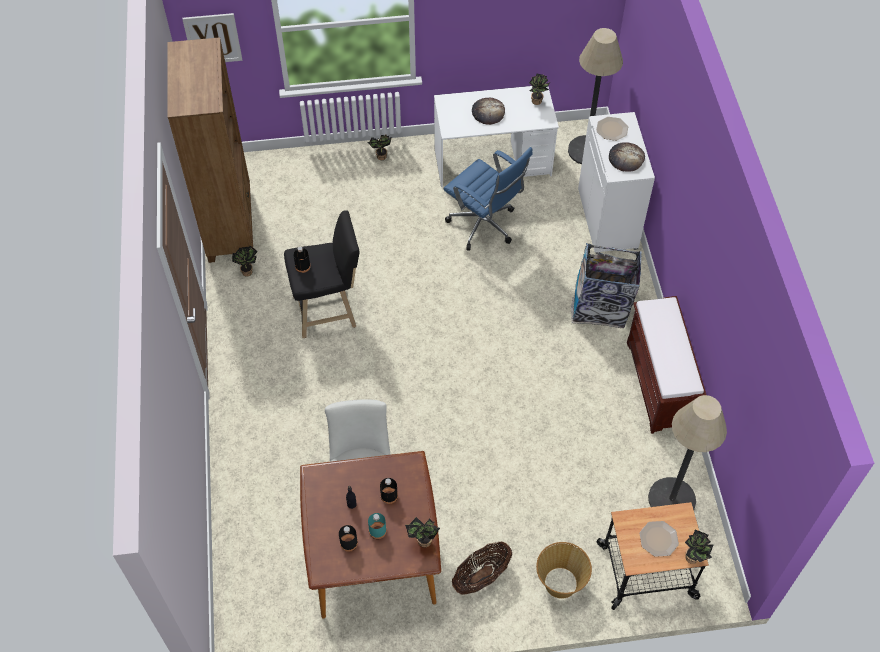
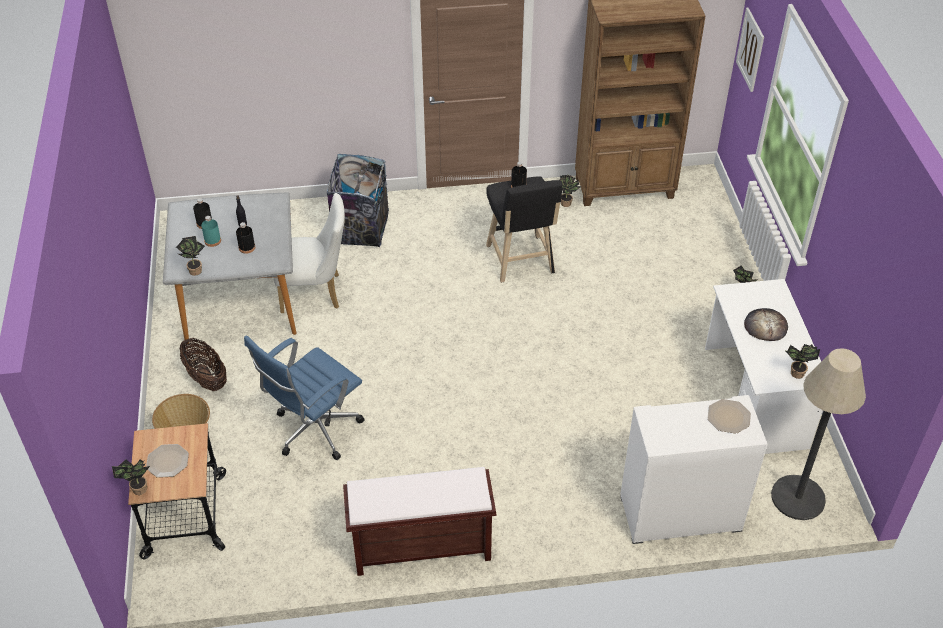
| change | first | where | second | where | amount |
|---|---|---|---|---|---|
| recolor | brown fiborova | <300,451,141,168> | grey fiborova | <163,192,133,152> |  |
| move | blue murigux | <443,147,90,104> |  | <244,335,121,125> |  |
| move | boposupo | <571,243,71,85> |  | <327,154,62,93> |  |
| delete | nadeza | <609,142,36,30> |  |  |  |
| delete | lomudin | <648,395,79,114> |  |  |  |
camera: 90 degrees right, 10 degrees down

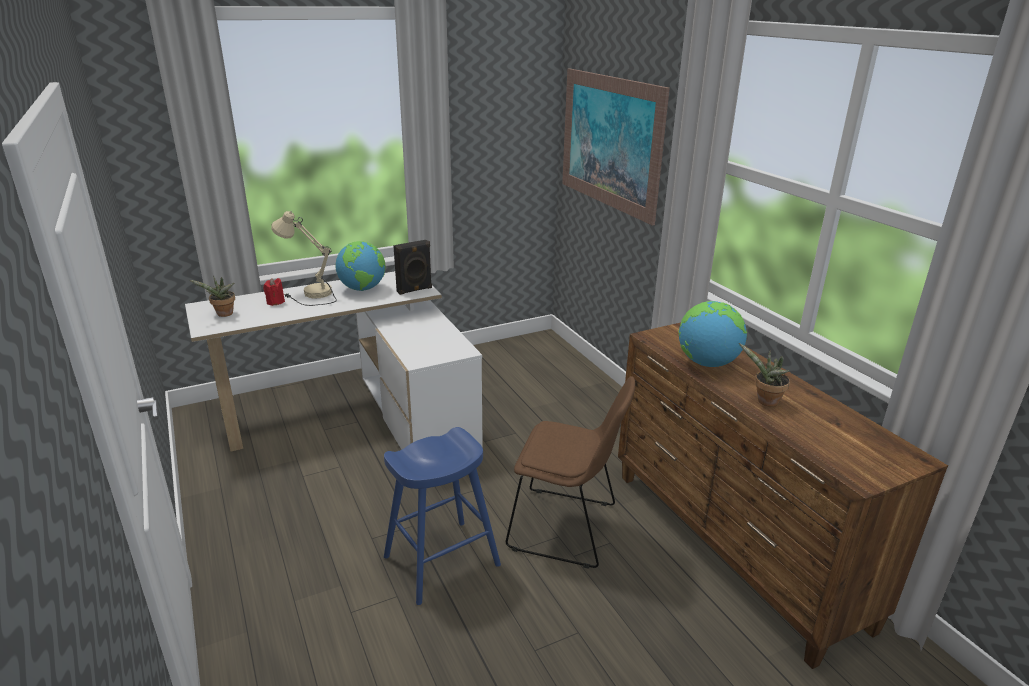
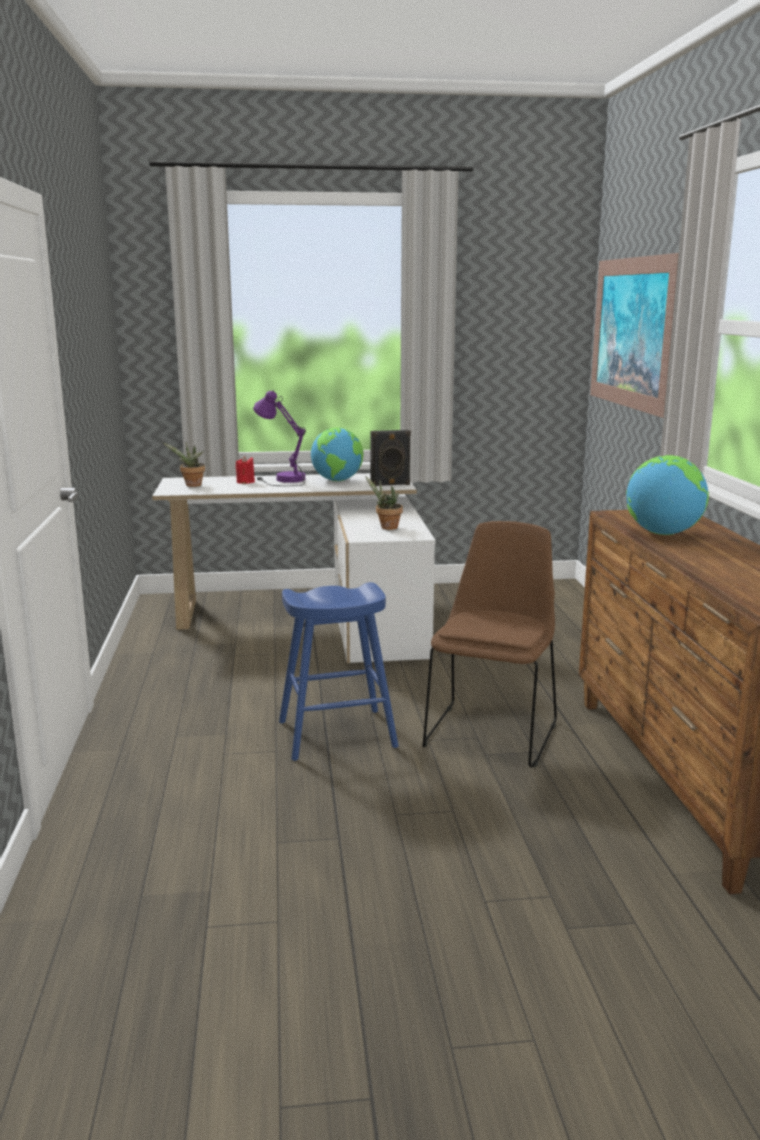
| change | first | where | second | where | amount |
|---|---|---|---|---|---|
| recolor | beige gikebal | <271,211,66,95> | purple gikebal | <253,390,53,96> |  |
| rotate | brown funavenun | <506,376,129,193> |  | <422,521,135,247> | 105 degrees counterclockwise |
| move | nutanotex | <739,343,51,64> |  | <365,476,38,54> |  |
camera: 20 degrees right, 10 degrees down

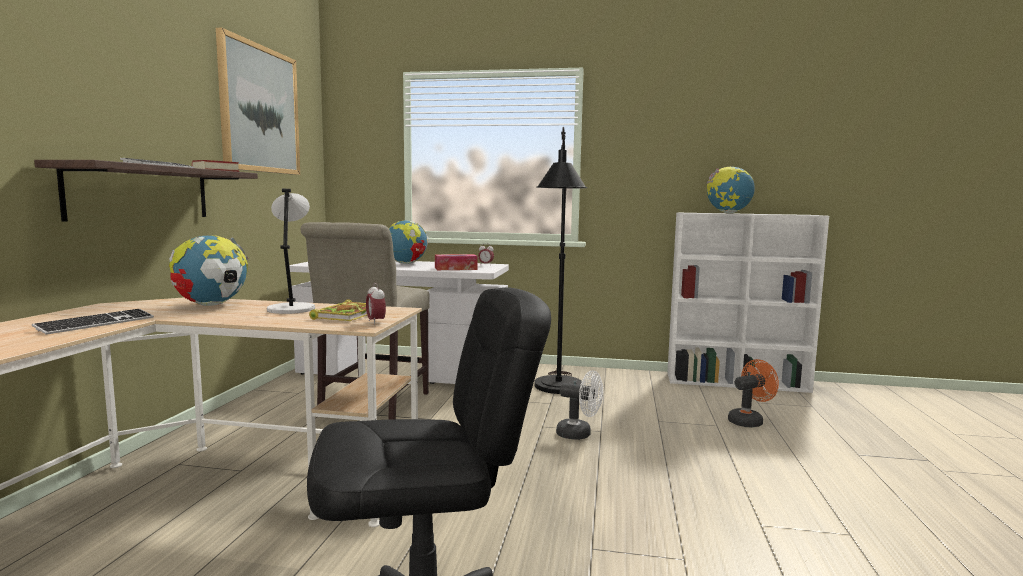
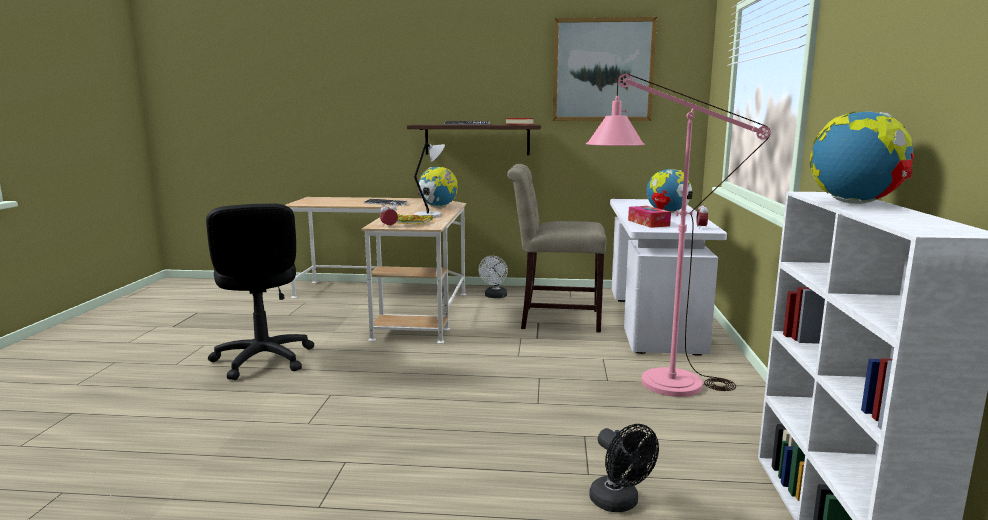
| change | first | where | second | where | amount |
|---|---|---|---|---|---|
| recolor | black lomudin | <535,127,52,267> | pink lomudin | <586,73,185,324> |  |
| move | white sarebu | <556,371,47,69> |  | <478,256,30,42> |  |
| recolor | orange sarebu | <728,359,51,68> | black sarebu | <589,424,70,88> |  |
camera: 85 degrees right, 5 degrees up

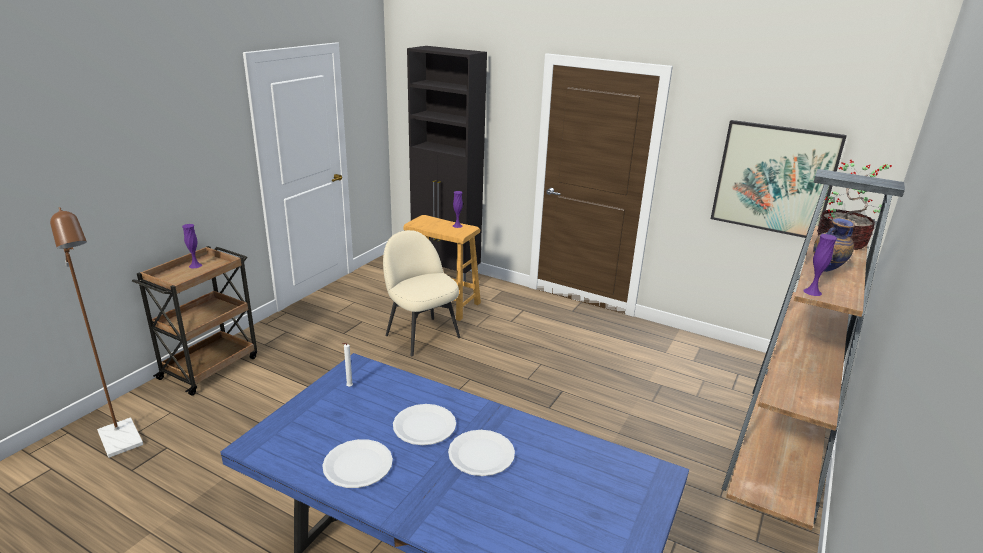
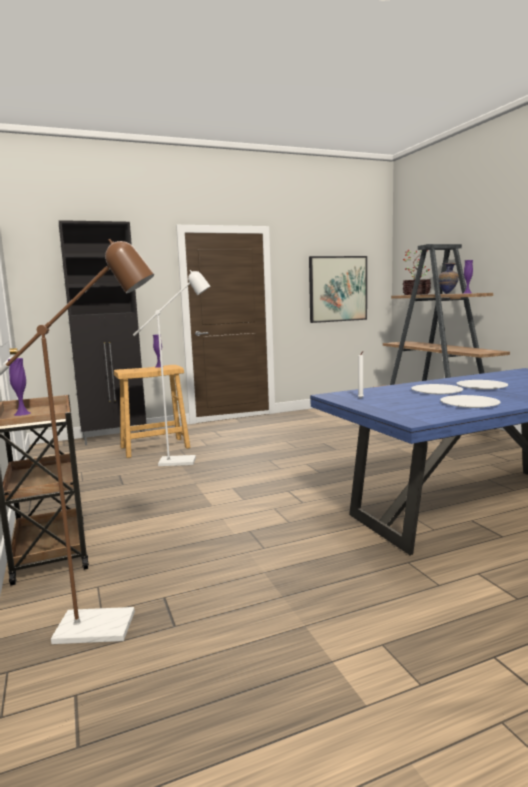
| change | first | where | second | where | amount |
|---|---|---|---|---|---|
| replace | beige funavenun | <383,230,77,126> | white lomudin | <133,270,77,196> |  |
camera: 50 degrees left, 15 degrees down

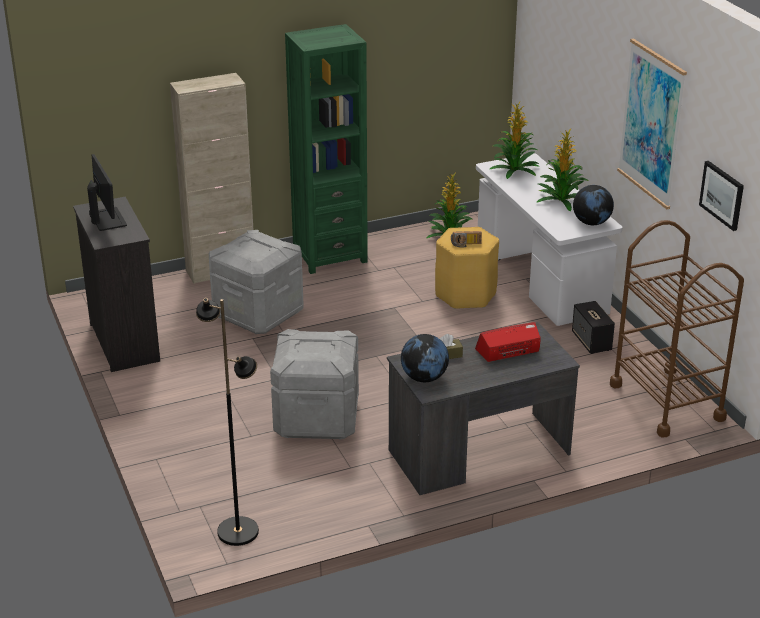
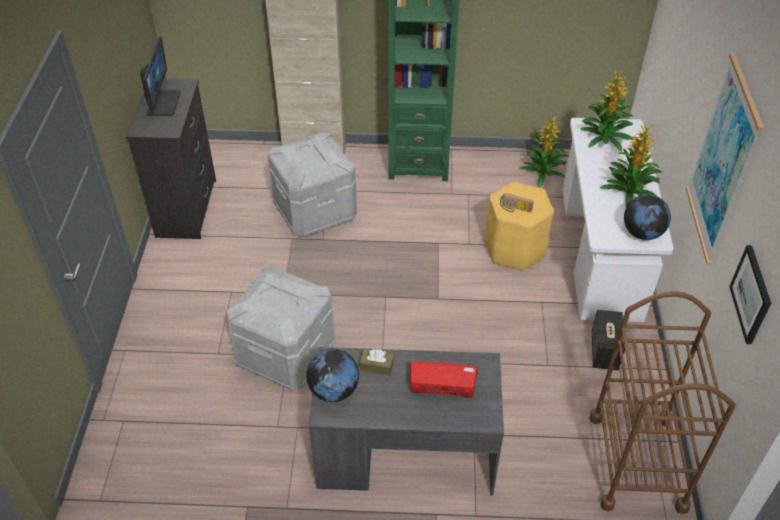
| change | first | where | second | where | amount |
|---|---|---|---|---|---|
| delete | black lomudin | <196,298,63,248> |  |  |  |
camera: 25 degrees right, 15 degrees up

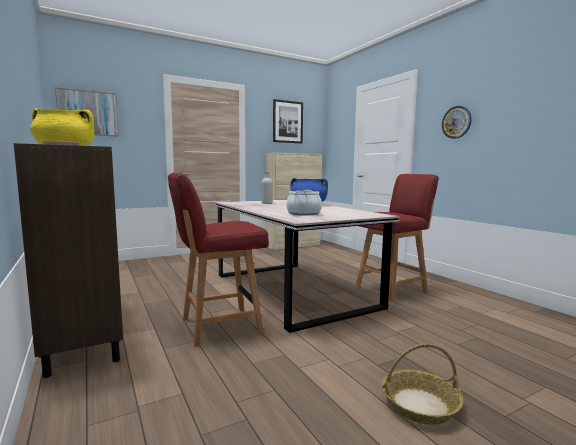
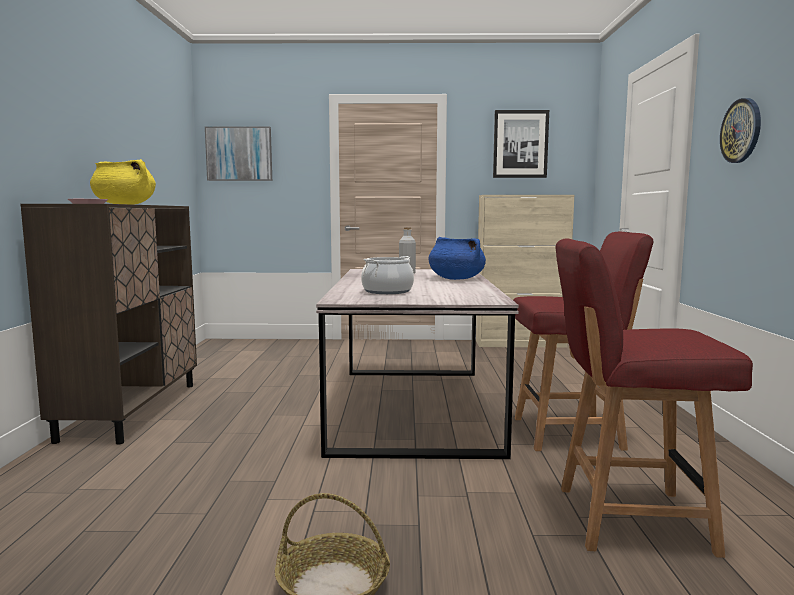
| change | first | where | second | where | amount |
|---|---|---|---|---|---|
| move | red funavenun | <168,173,101,174> |  | <555,238,198,320> |  |
camera: 30 degrees right, 0 degrees up

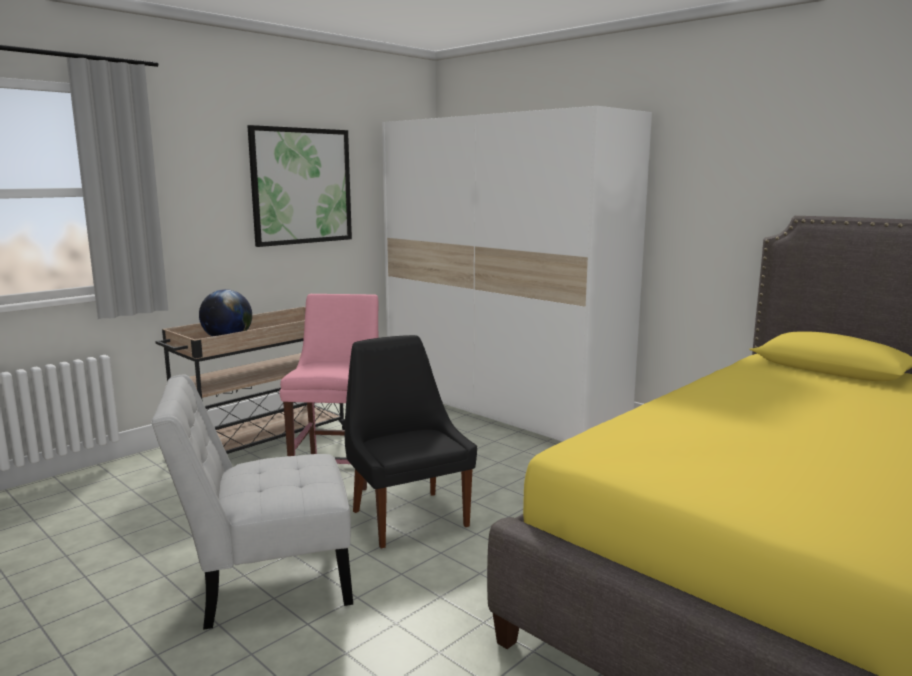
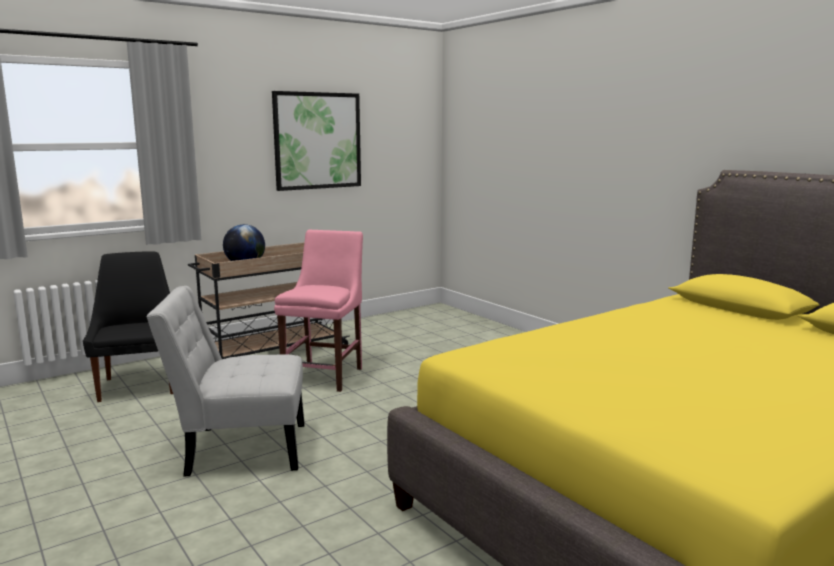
| change | first | where | second | where | amount |
|---|---|---|---|---|---|
| move | black funavenun | <345,335,132,214> |  | <83,252,90,150> |  |
| delete | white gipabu | <382,106,270,336> |  |  |  |
camera: 10 degrees right, 0 degrees up

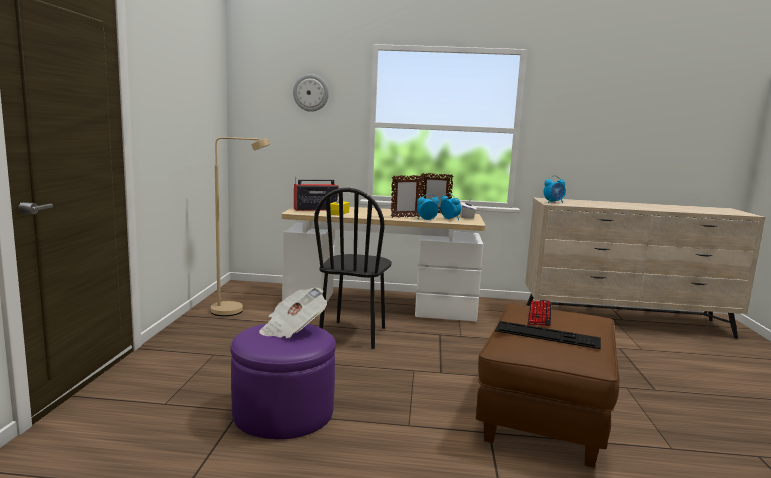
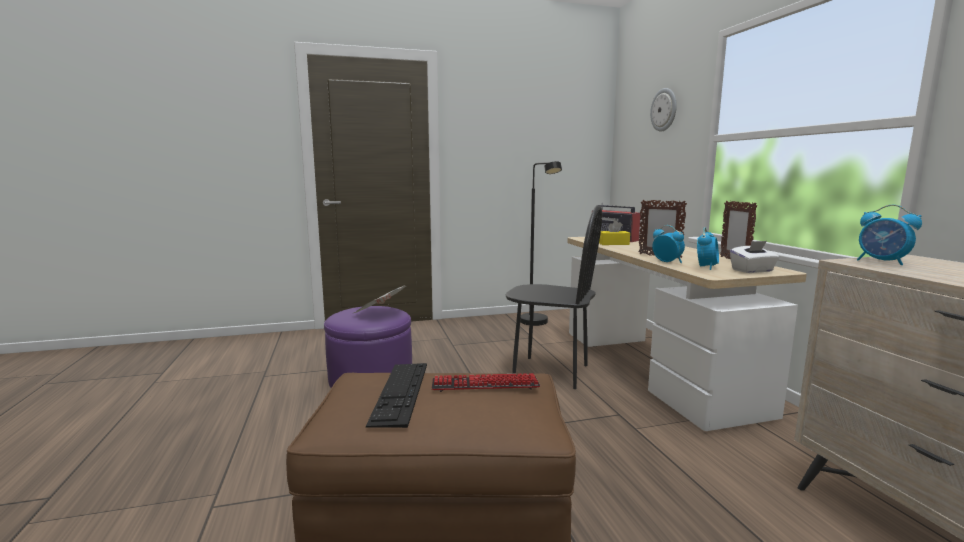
| change | first | where | second | where | amount |
|---|---|---|---|---|---|
| recolor | beige lomudin | <211,137,59,179> | black lomudin | <520,161,42,165> |  |
| rotate | black funavenun | <314,188,78,161> |  | <505,205,97,184> | 150 degrees counterclockwise |
camera: 70 degrees right, 0 degrees up

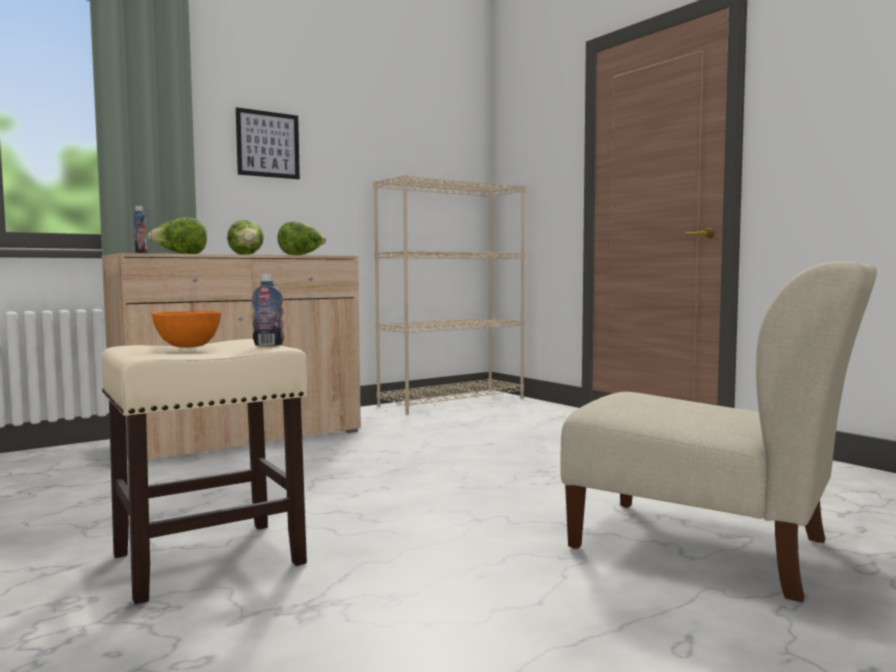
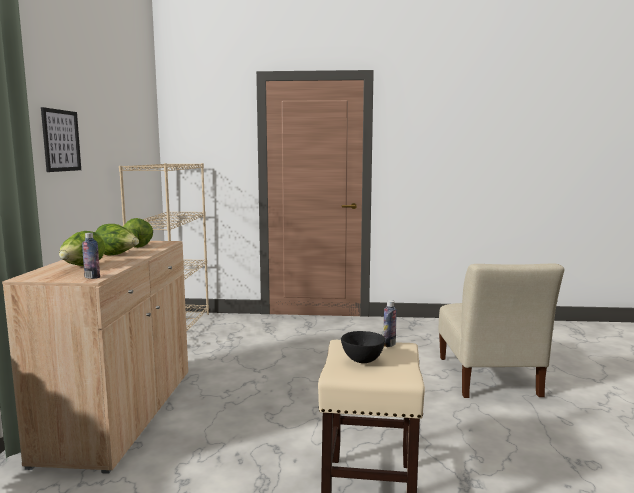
| change | first | where | second | where | amount |
|---|---|---|---|---|---|
| recolor | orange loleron | <151,311,70,37> | black loleron | <341,331,44,32> |  |
| rotate | beige funavenun | <561,261,316,341> |  | <438,264,126,134> | 105 degrees clockwise |
camera: 50 degrees left, 5 degrees up

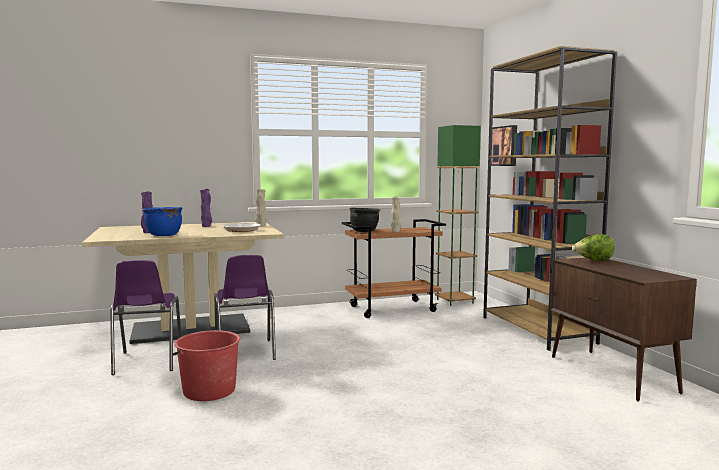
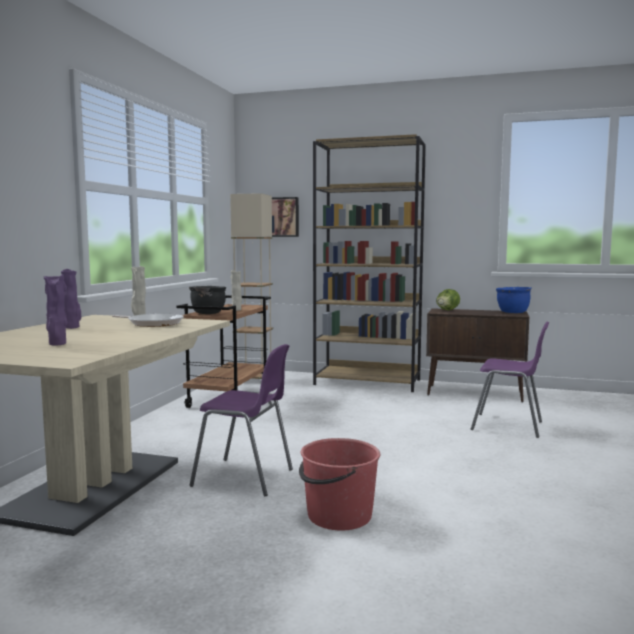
| change | first | where | second | where | amount |
|---|---|---|---|---|---|
| move | purple funavenun | <110,260,72,115> |  | <471,321,78,117> |  |
| move | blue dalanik | <142,207,40,29> |  | <496,287,36,26> |  |
| recolor | green lomudin | <435,125,46,181> | beige lomudin | <230,193,43,186> |  |
camera: 55 degrees left, 0 degrees up

